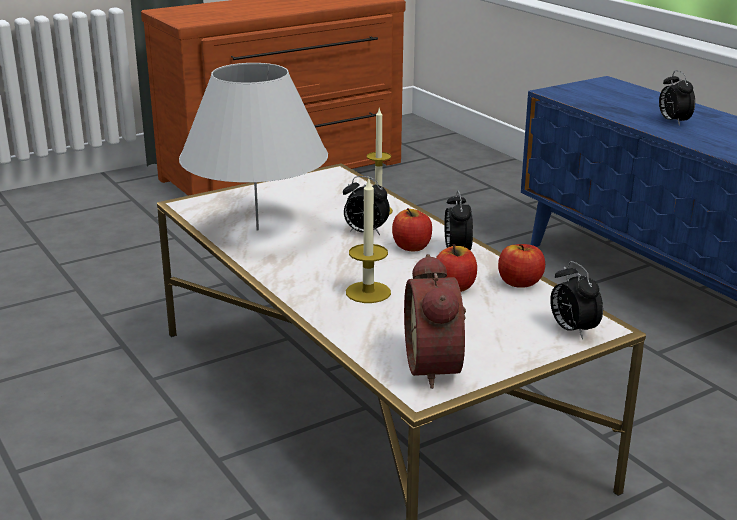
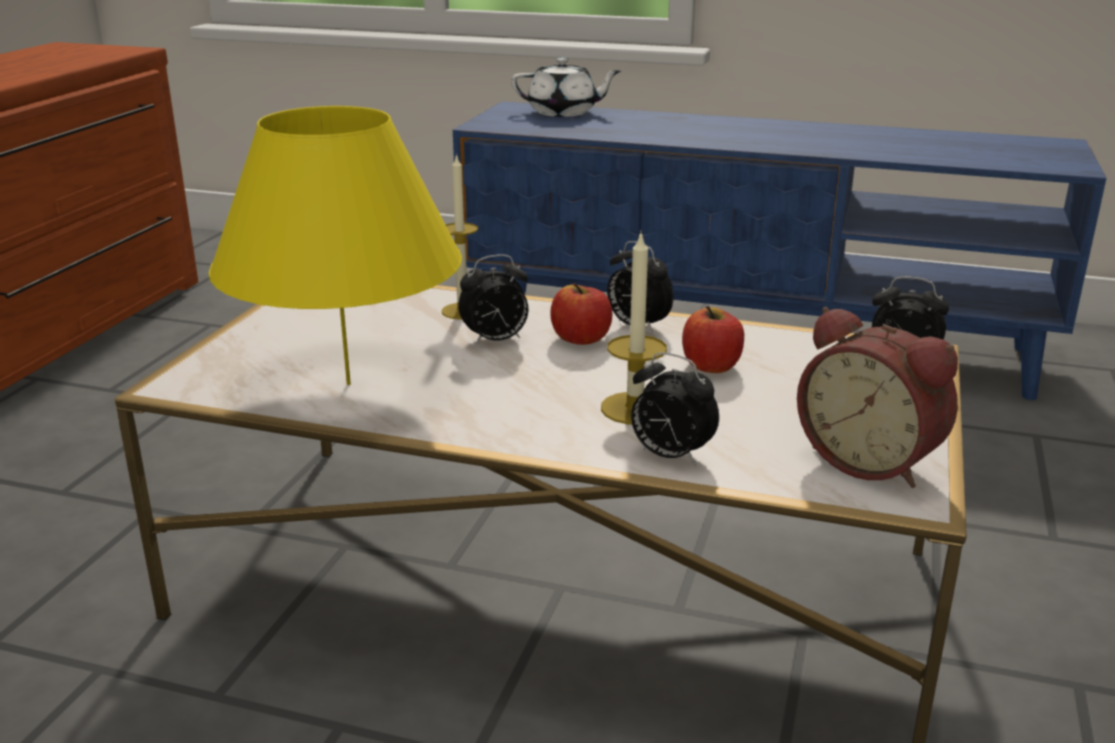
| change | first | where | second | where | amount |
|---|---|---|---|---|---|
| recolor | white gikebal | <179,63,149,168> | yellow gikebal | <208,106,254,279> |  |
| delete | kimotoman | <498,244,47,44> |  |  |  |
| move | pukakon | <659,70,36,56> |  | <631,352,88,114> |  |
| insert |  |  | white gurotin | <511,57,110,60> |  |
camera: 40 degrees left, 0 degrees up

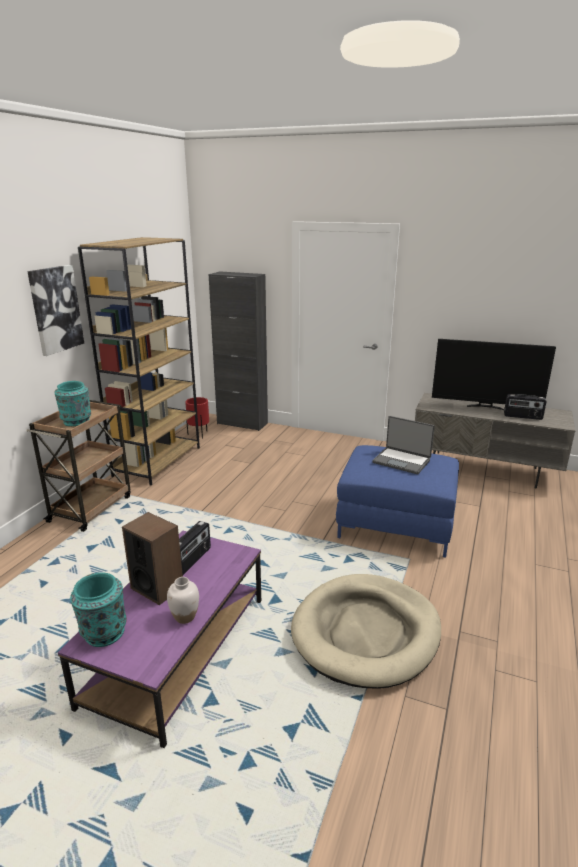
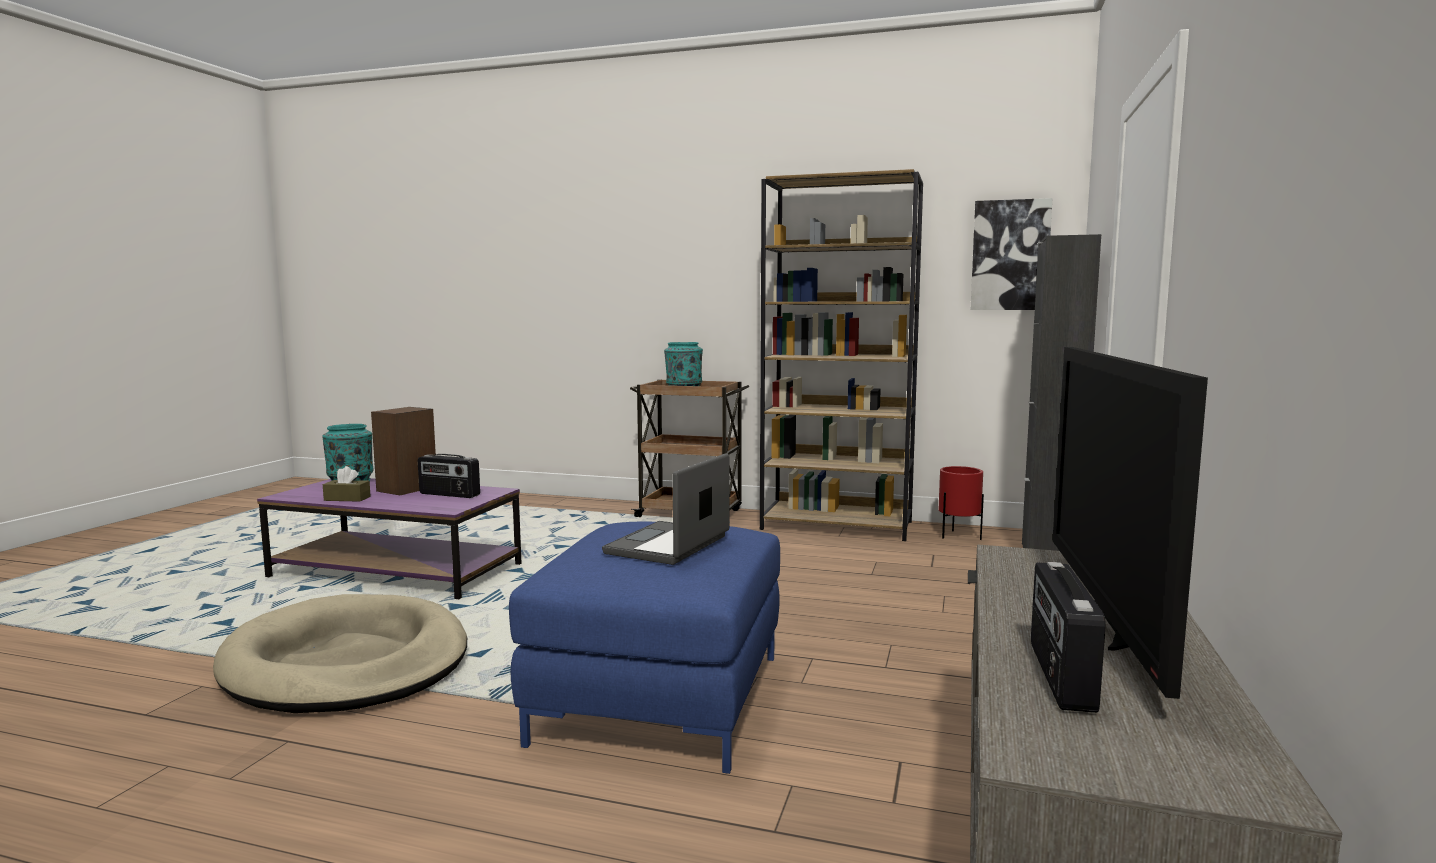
| change | first | where | second | where | amount |
|---|---|---|---|---|---|
| move | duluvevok | <27,265,57,91> |  | <971,198,82,112> |  |
| replace | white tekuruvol | <167,577,32,47> | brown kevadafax | <323,466,48,36> |  |
camera: 85 degrees right, 15 degrees down

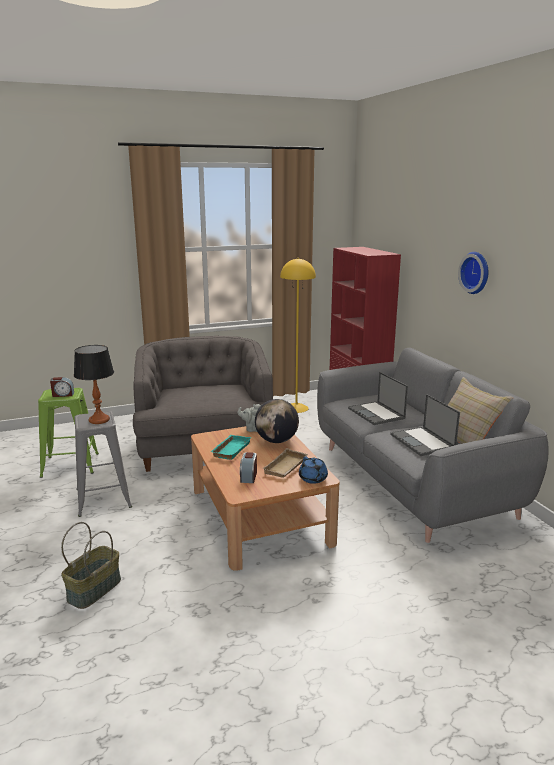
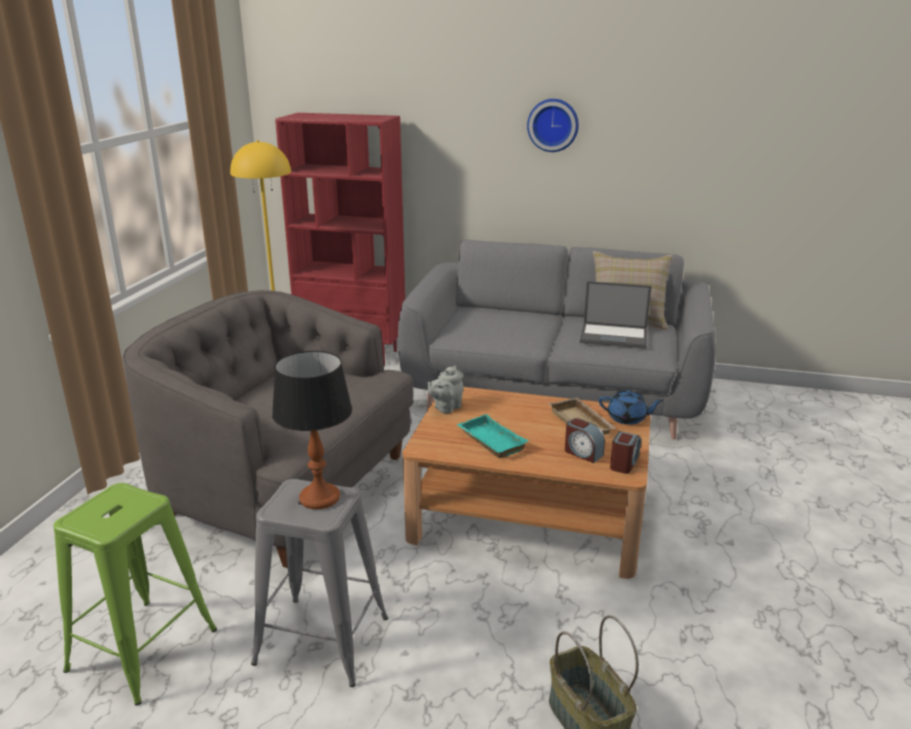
| change | first | where | second | where | amount |
|---|---|---|---|---|---|
| move | pukakon | <50,377,24,20> |  | <610,431,31,43> |  |
| delete | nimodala | <255,399,44,44> |  |  |  |
| delete | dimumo | <348,372,60,53> |  |  |  |
camera: 55 degrees left, 5 degrees up

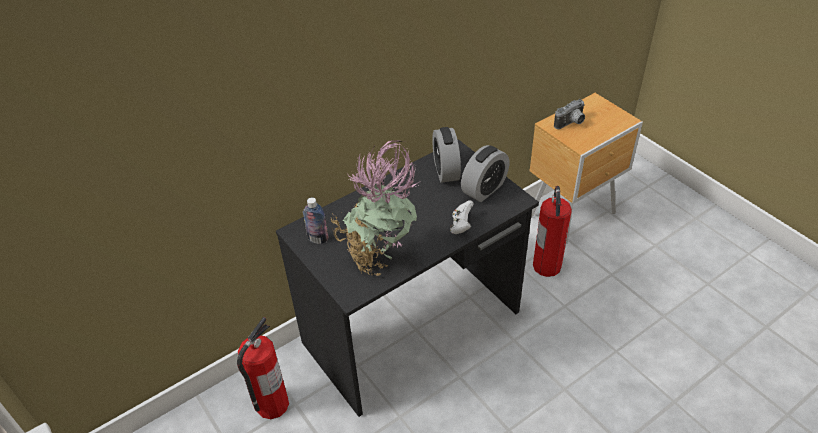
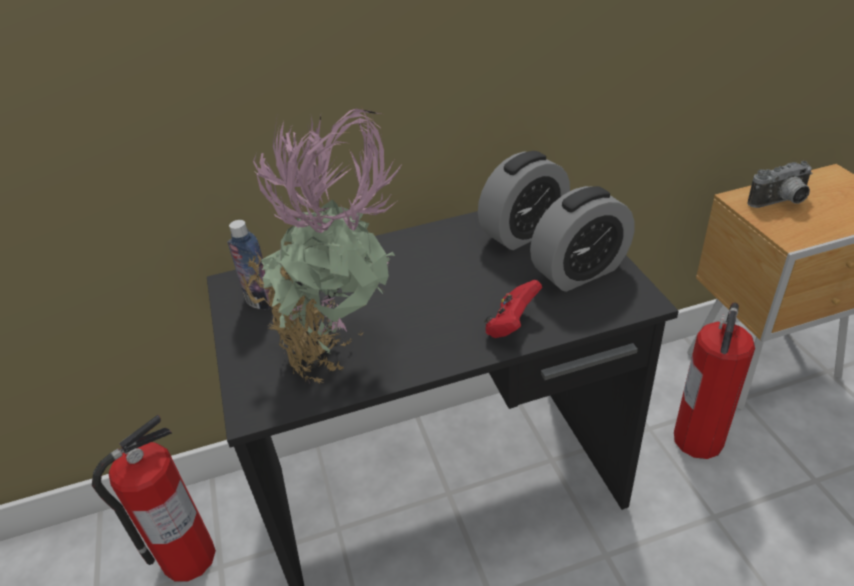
| change | first | where | second | where | amount |
|---|---|---|---|---|---|
| rotate | pukakon | <432,127,29,56> |  | <478,151,92,99> | 135 degrees counterclockwise |
| recolor | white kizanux | <450,200,24,34> | red kizanux | <484,280,58,58> |  |
camera: 20 degrees right, 5 degrees down

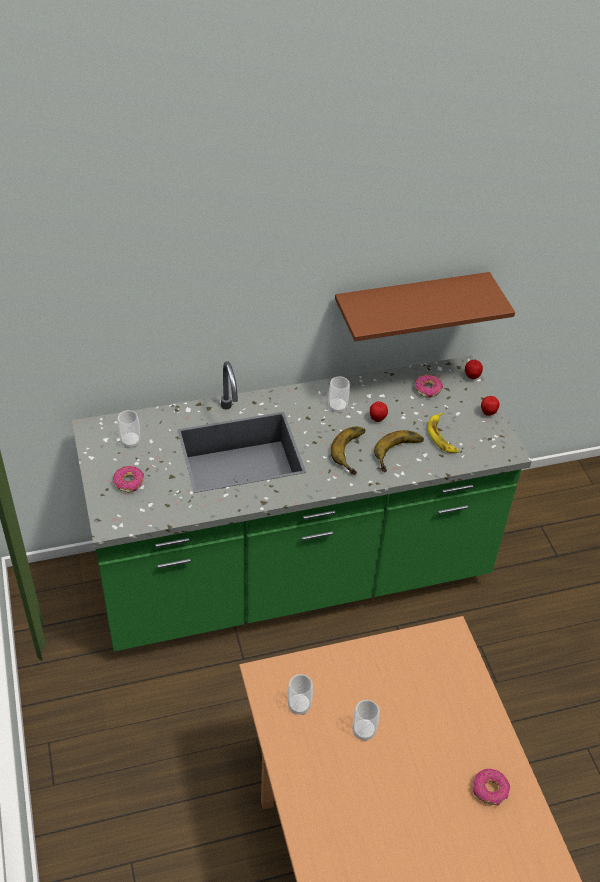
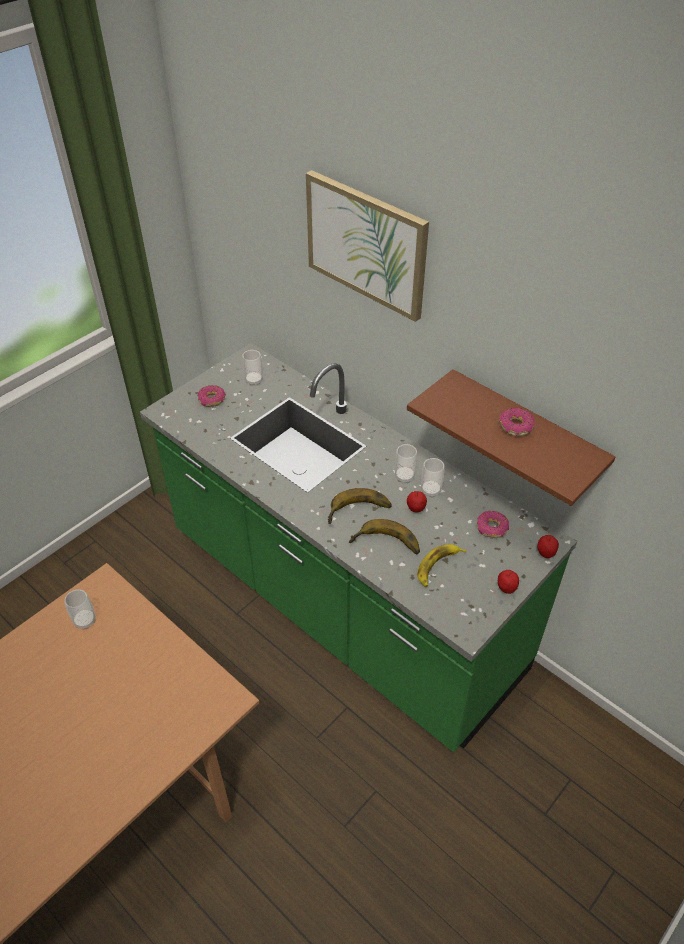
| change | first | where | second | where | amount |
|---|---|---|---|---|---|
| move | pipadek | <352,700,27,41> |  | <421,458,23,40> |  |
| move | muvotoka | <473,769,37,37> |  | <500,408,35,28> |  |
| insert |  |  | duluvevok | <306,170,123,152> |  |
camera: 60 degrees right, 0 degrees up

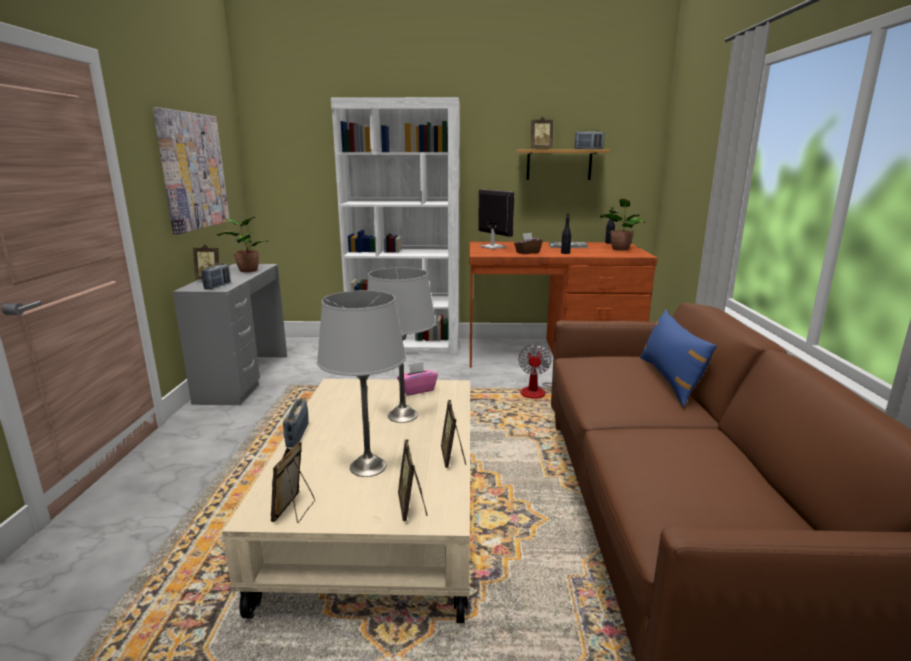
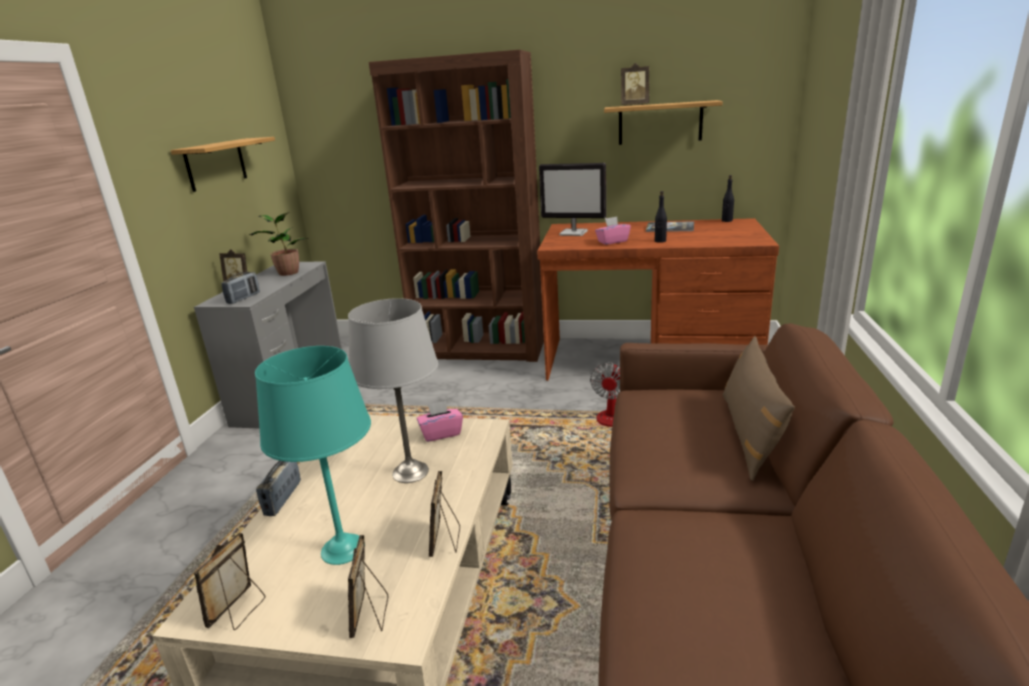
| change | first | where | second | where | amount |
|---|---|---|---|---|---|
| replace | duluvevok | <153,108,76,126> | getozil | <171,137,104,55> |  |
| recolor | grey gikebal | <317,290,89,187> | turquoise gikebal | <255,346,116,219> |  |
| recolor | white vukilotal | <331,97,129,258> | brown vukilotal | <369,50,175,312> |  |
| rotate | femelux | <478,189,36,60> |  | <539,163,67,73> | 135 degrees clockwise |
| recolor | brown kevadafax | <514,233,29,21> | pink kevadafax | <595,217,36,28> |  |
| delete | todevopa | <575,129,30,20> |  |  |  |
| delete | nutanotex | <600,199,45,52> |  |  |  |
| recolor | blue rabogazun | <640,309,77,97> | brown rabogazun | <723,336,72,145> |  |
camera: 10 degrees right, 5 degrees up

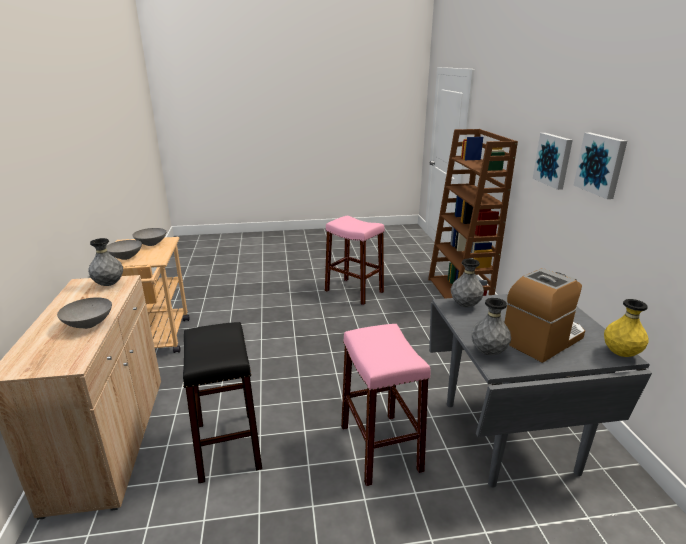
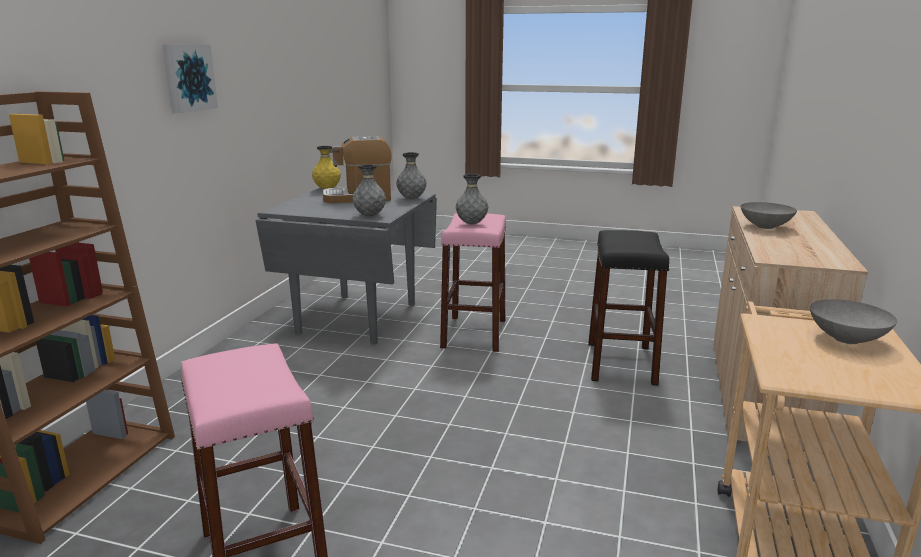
| change | first | where | second | where | amount |
|---|---|---|---|---|---|
| move | grey tekuruvol | <88,238,35,48> |  | <456,174,32,50> |  |
| delete | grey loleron | <132,228,34,18> |  |  |  |
| delete | duluvevok | <533,133,40,57> |  |  |  |
camera: 155 degrees left, 5 degrees down

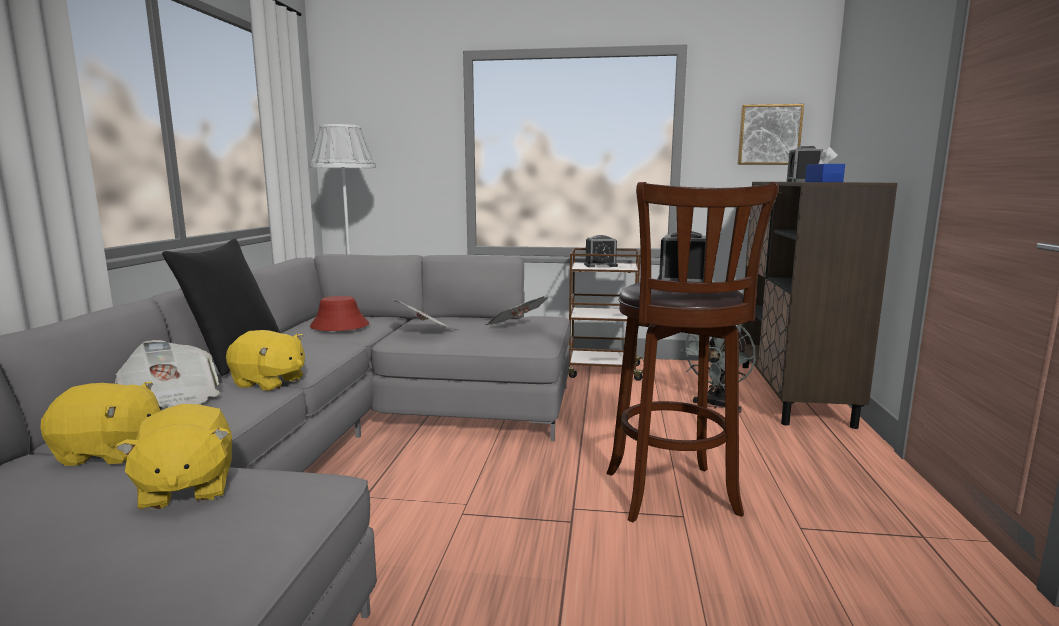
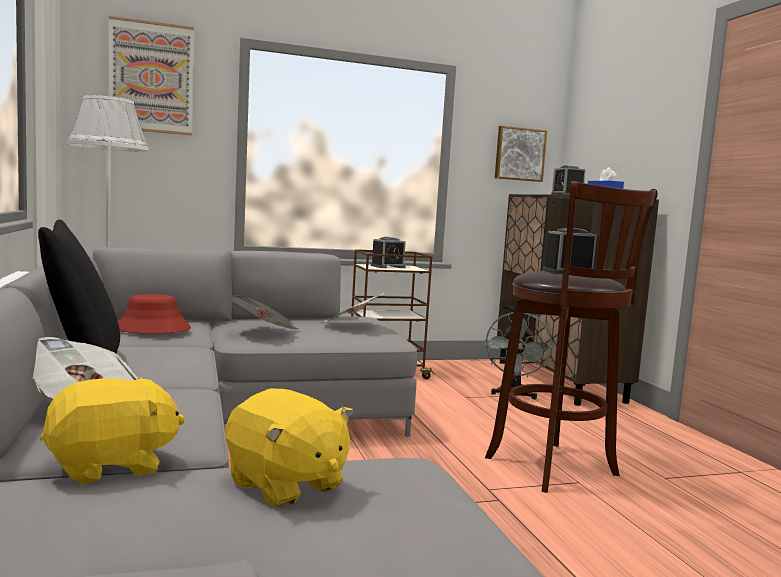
| change | first | where | second | where | amount |
|---|---|---|---|---|---|
| delete | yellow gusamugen | <226,330,79,61> |  |  |  |
| insert |  |  | duluvevok | <109,16,85,119> |  |
camera: 25 degrees left, 5 degrees down

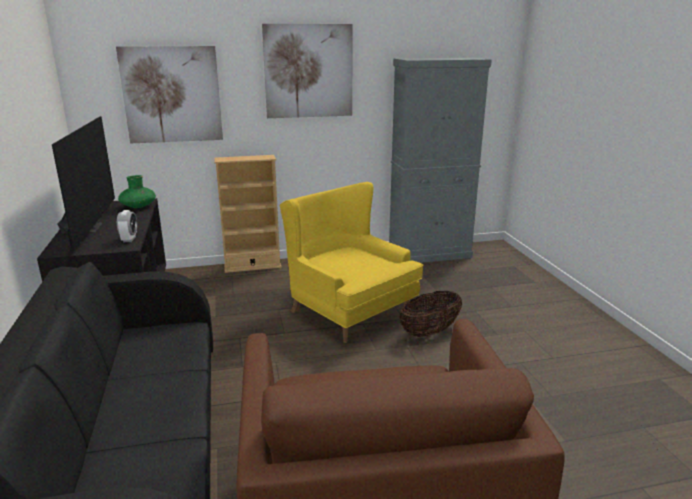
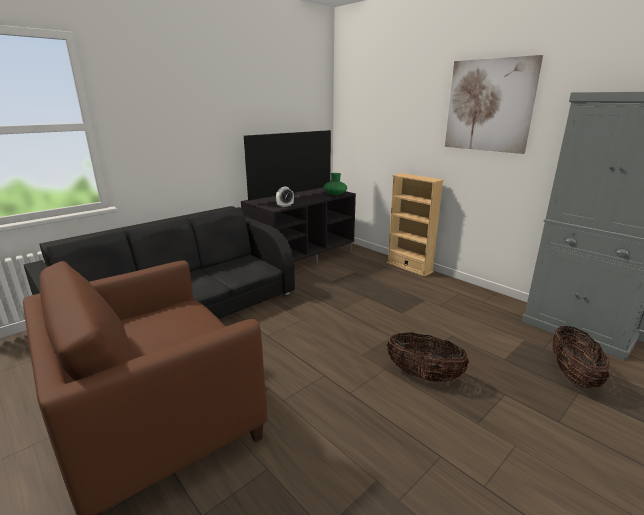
| change | first | where | second | where | amount |
|---|---|---|---|---|---|
| delete | duluvevok | <116,46,107,97> |  |  |  |
| delete | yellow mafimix | <279,182,144,161> |  |  |  |
| insert |  |  | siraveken | <553,326,57,62> |  |
camera: 60 degrees right, 0 degrees up

